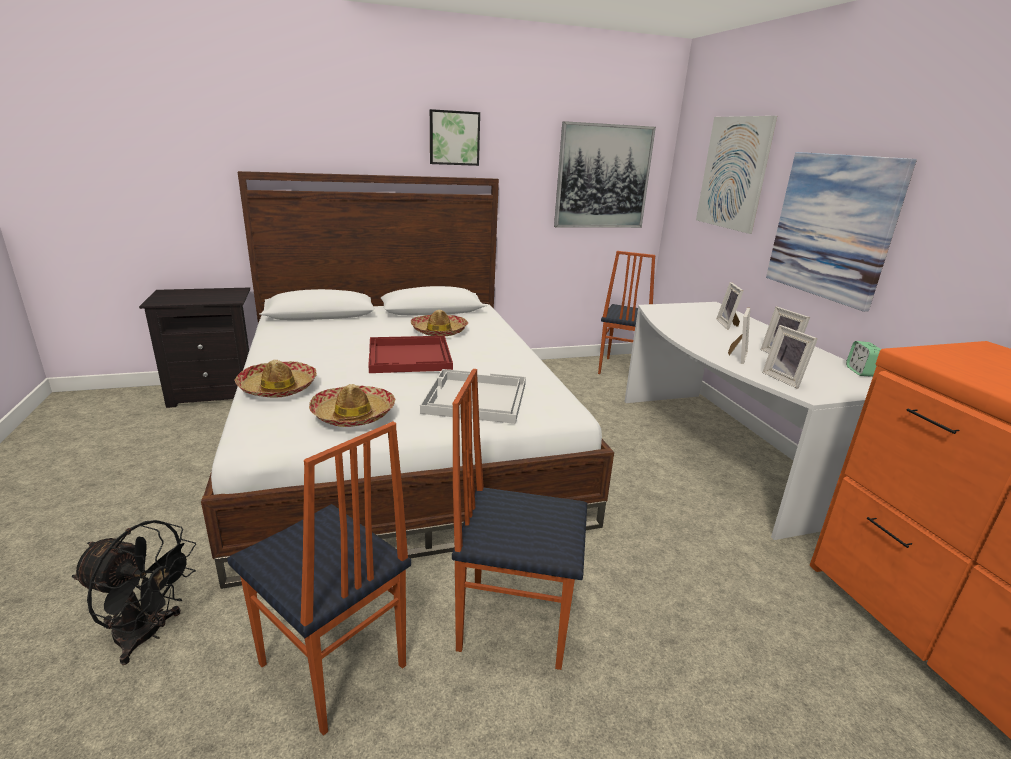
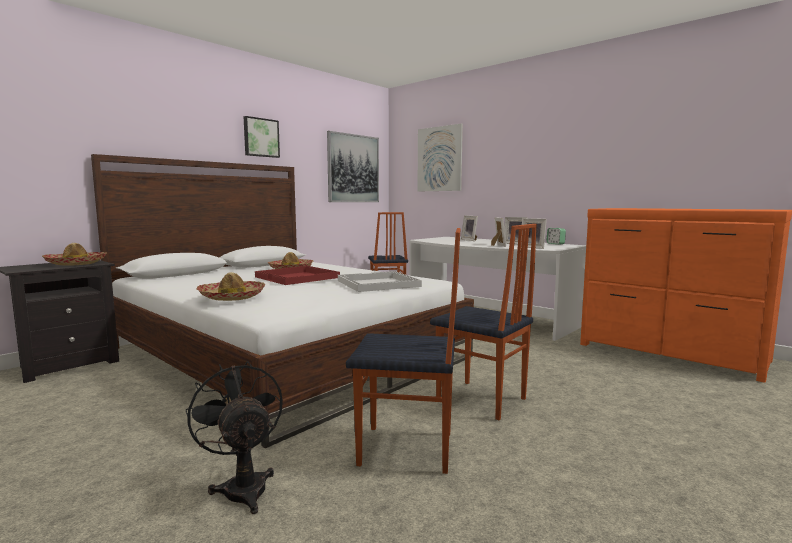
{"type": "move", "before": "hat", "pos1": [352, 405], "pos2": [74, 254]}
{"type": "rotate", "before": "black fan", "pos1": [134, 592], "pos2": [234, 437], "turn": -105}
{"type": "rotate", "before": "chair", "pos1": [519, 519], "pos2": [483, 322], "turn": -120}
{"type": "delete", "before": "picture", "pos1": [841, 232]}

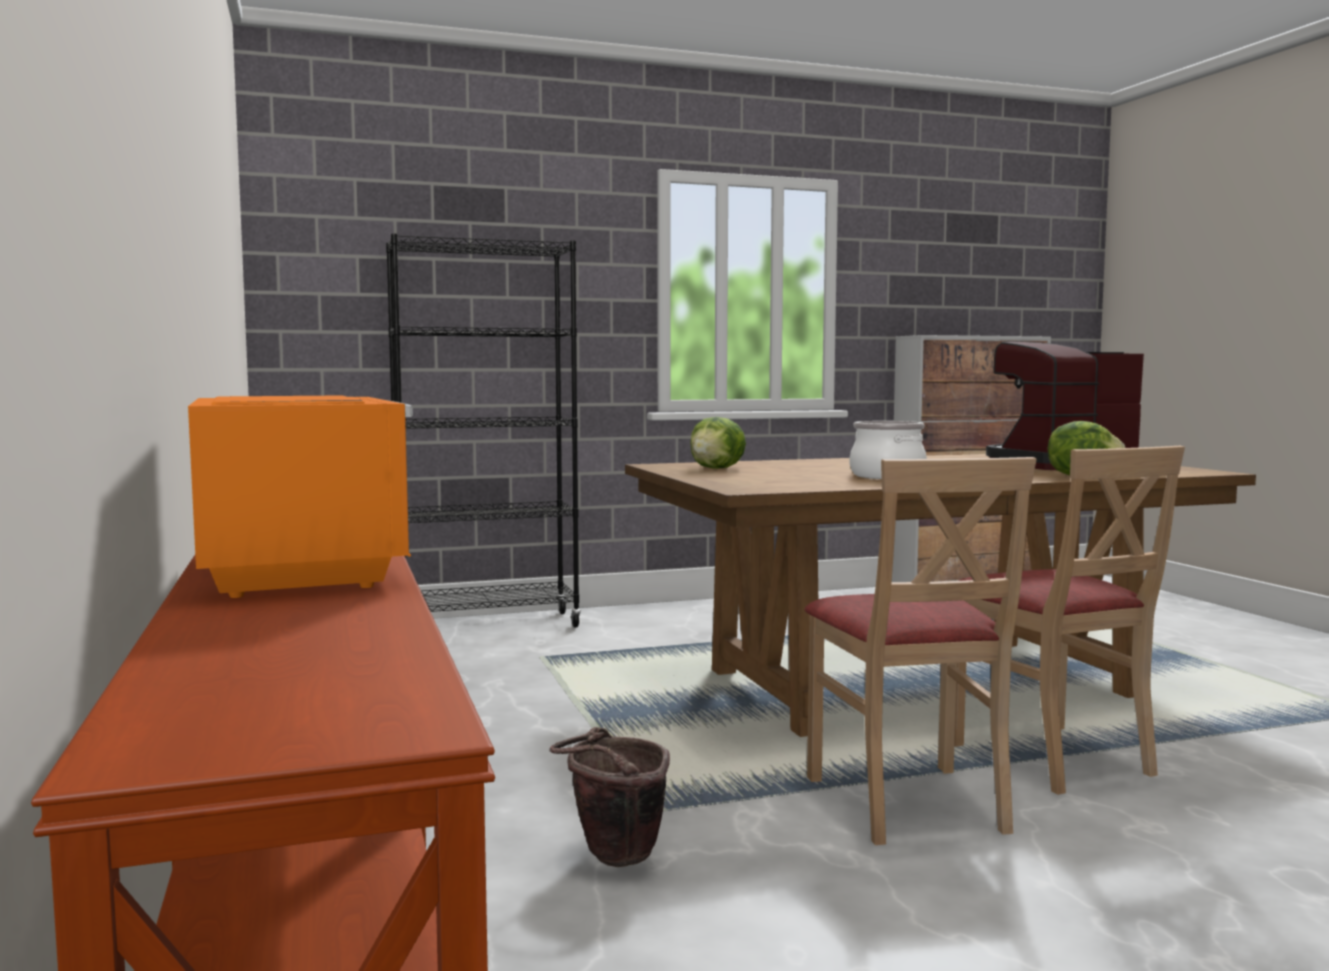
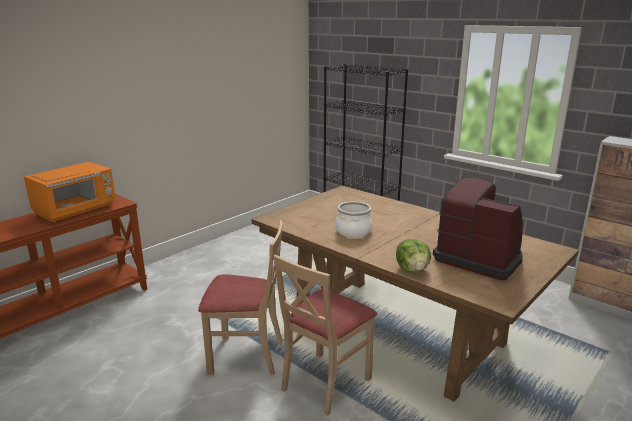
{"type": "rotate", "before": "beige chair", "pos1": [920, 651], "pos2": [240, 297], "turn": -135}
{"type": "delete", "before": "brown bucket", "pos1": [609, 797]}
{"type": "delete", "before": "lettuce", "pos1": [718, 443]}

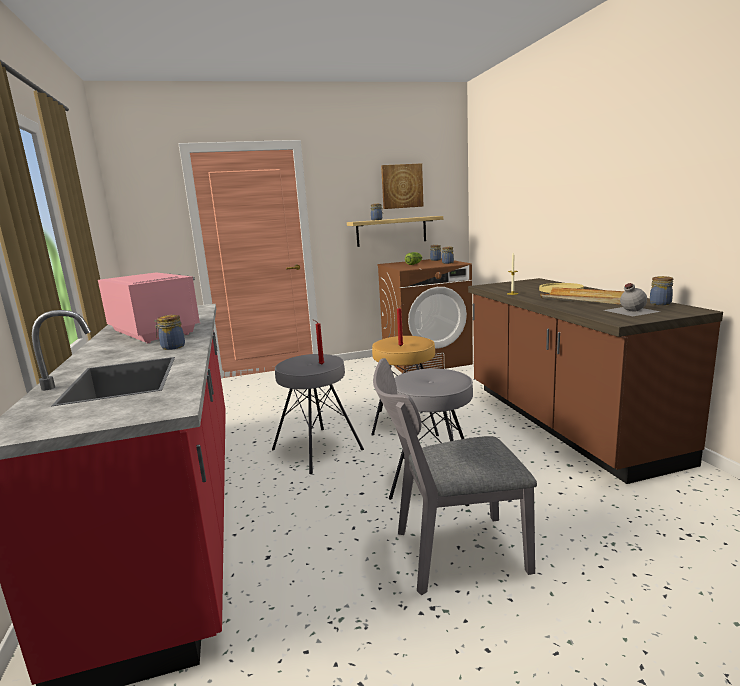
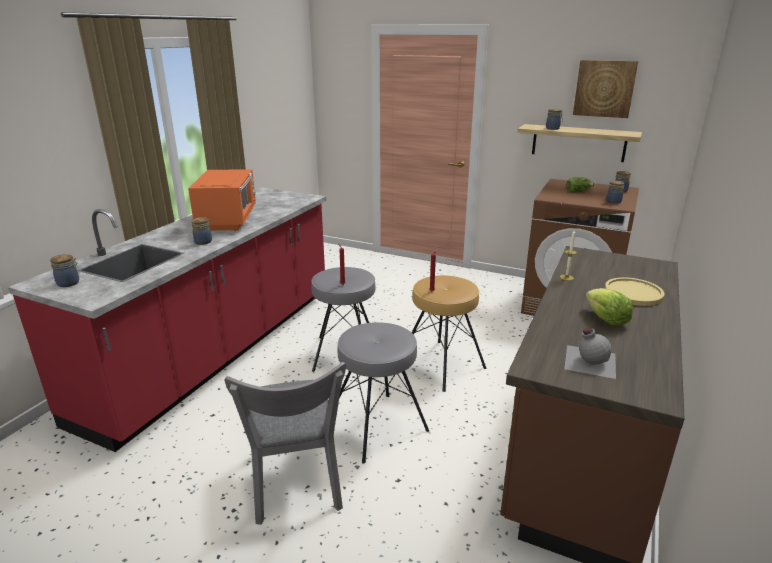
{"type": "move", "before": "jar", "pos1": [661, 290], "pos2": [65, 270]}
{"type": "recolor", "before": "pink microwave", "after": "orange microwave", "pos1": [149, 307], "pos2": [222, 200]}
{"type": "rotate", "before": "grey chair", "pos1": [455, 476], "pos2": [285, 443], "turn": -135}
{"type": "replace", "before": "beige tray", "after": "lettuce", "pos1": [582, 295], "pos2": [609, 307]}

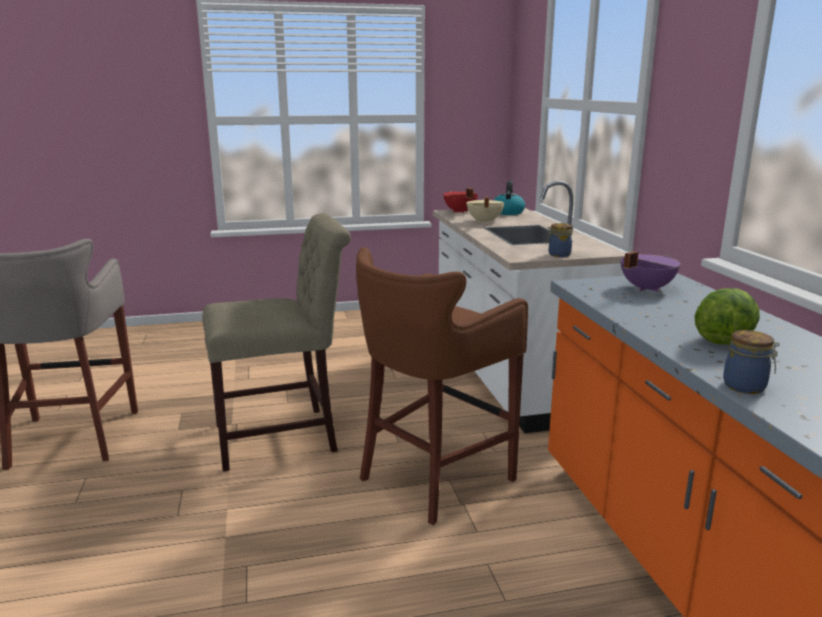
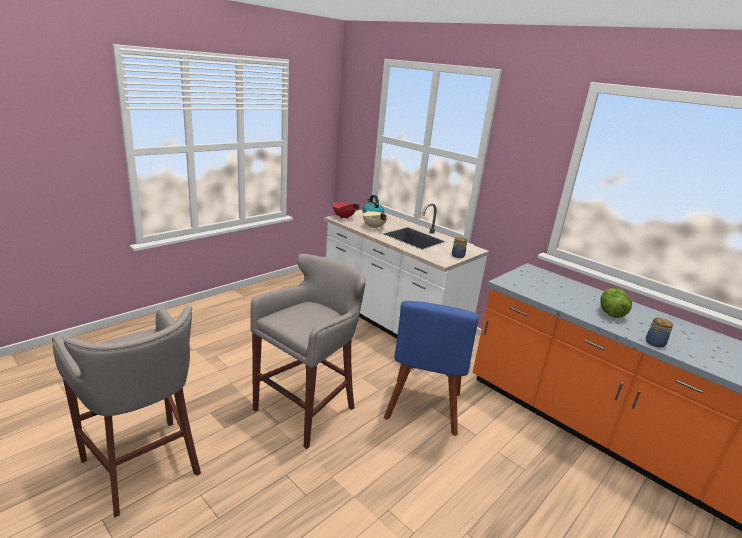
{"type": "replace", "before": "beige chair", "after": "grey stool", "pos1": [276, 342], "pos2": [308, 351]}
{"type": "replace", "before": "brown stool", "after": "blue chair", "pos1": [442, 386], "pos2": [431, 368]}
{"type": "delete", "before": "purple cooking pot", "pos1": [651, 271]}

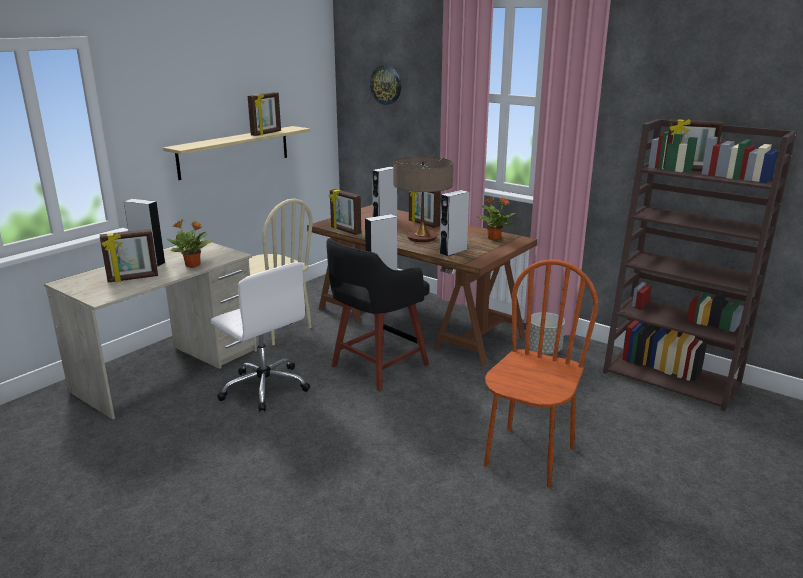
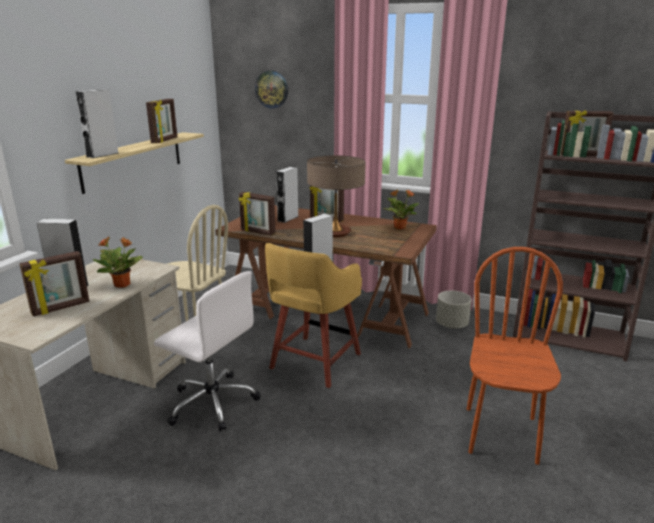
{"type": "move", "before": "grey speaker", "pos1": [454, 223], "pos2": [96, 123]}
{"type": "recolor", "before": "black stool", "after": "yellow stool", "pos1": [378, 314], "pos2": [313, 315]}

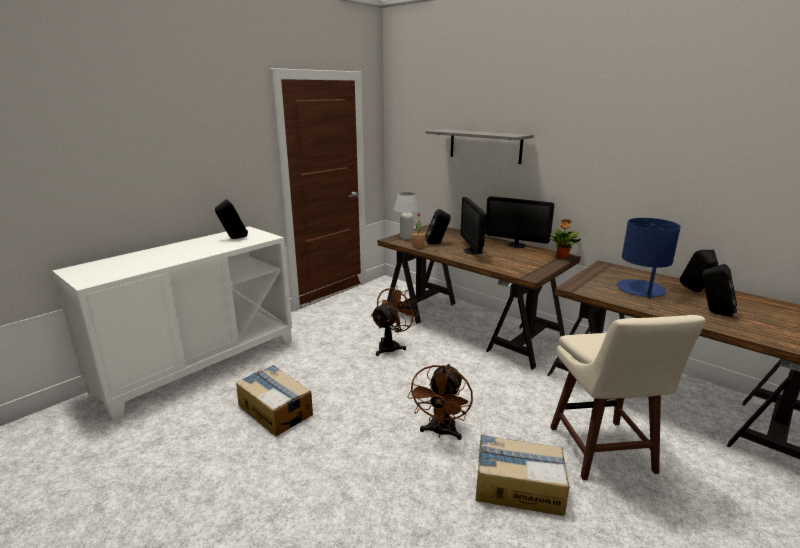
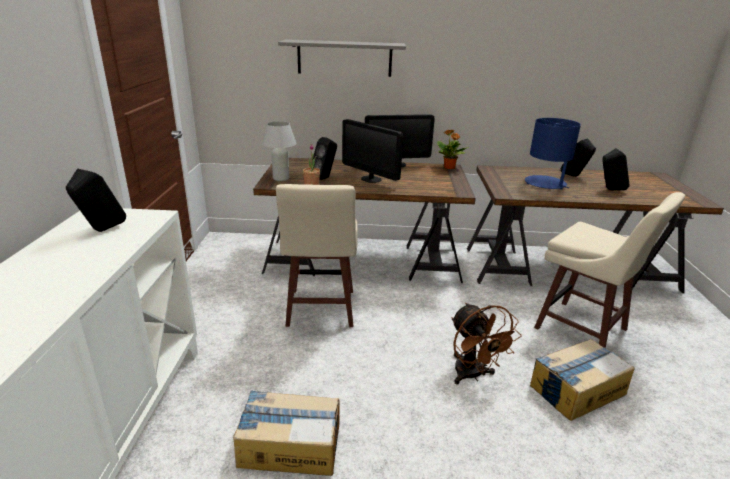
{"type": "replace", "before": "brown fan", "after": "beige stool", "pos1": [395, 321], "pos2": [317, 255]}

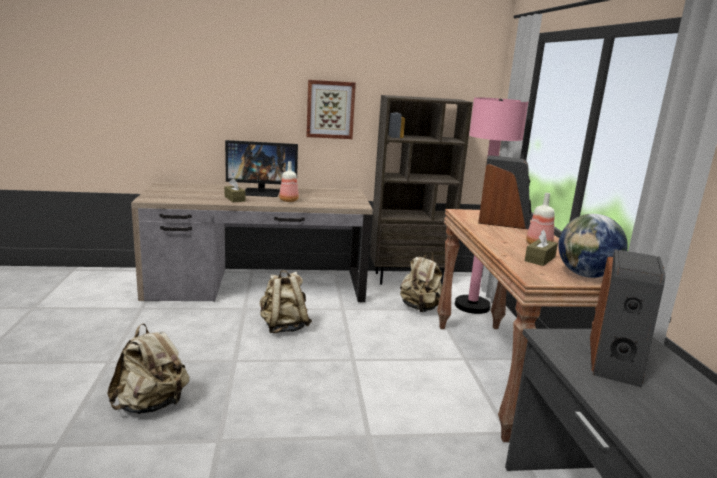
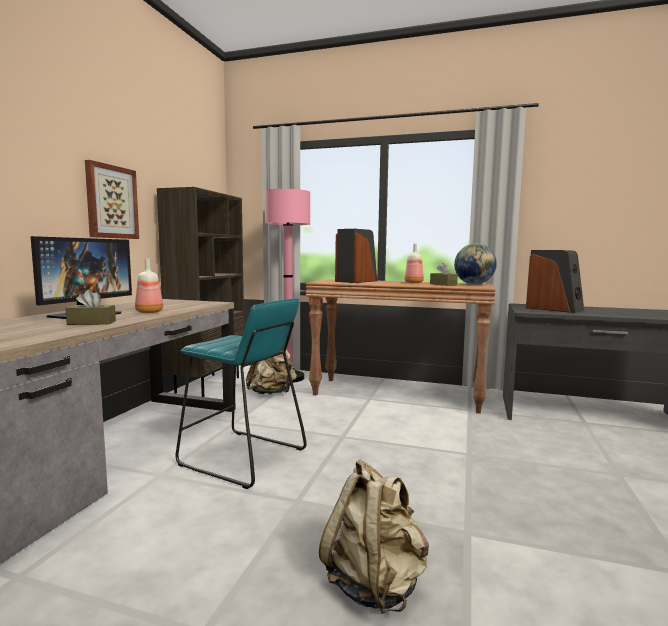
{"type": "replace", "before": "beige backpack", "after": "turquoise stool", "pos1": [286, 301], "pos2": [241, 393]}

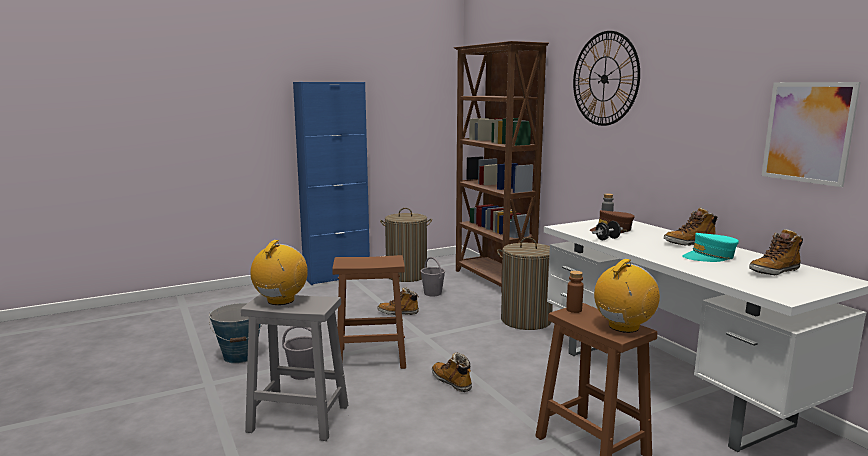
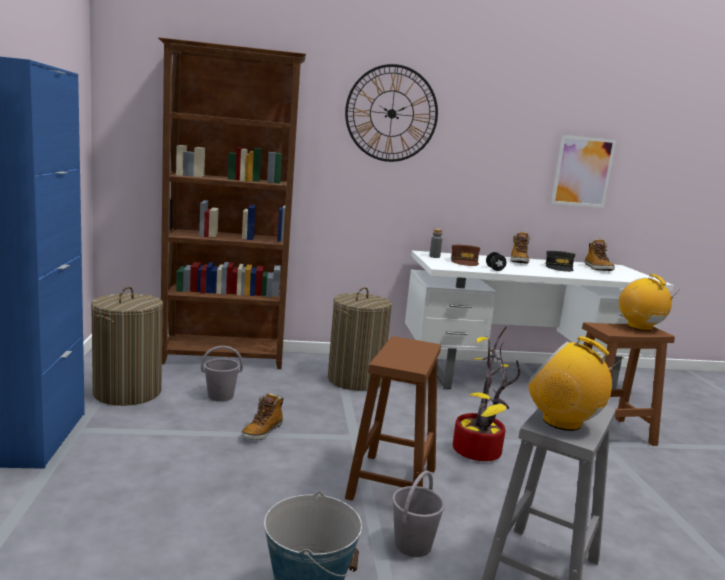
{"type": "replace", "before": "boot", "after": "potted plant", "pos1": [452, 372], "pos2": [487, 394]}
{"type": "recolor", "before": "turquoise cap", "after": "grey cap", "pos1": [710, 247], "pos2": [560, 261]}
{"type": "delete", "before": "brown bottle", "pos1": [575, 292]}

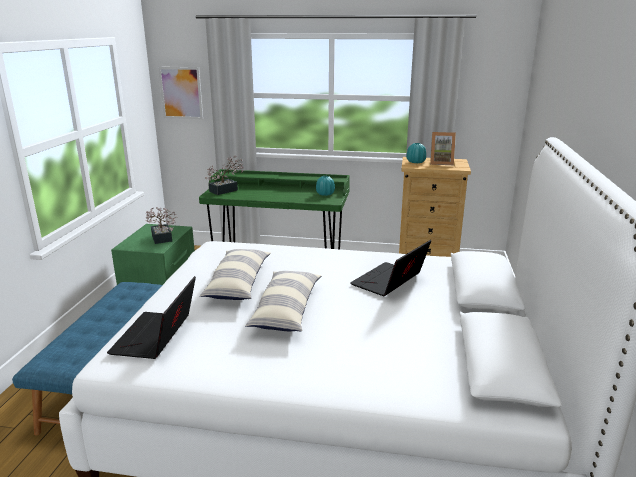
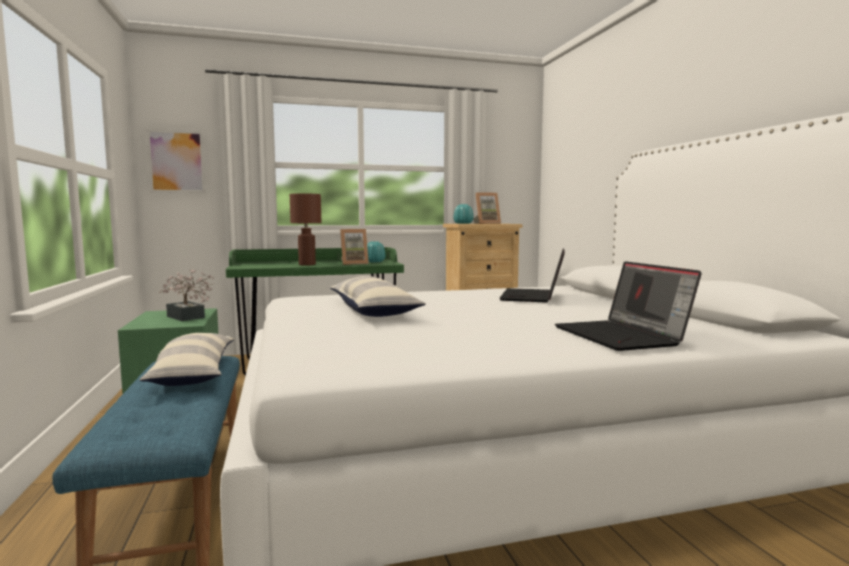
{"type": "move", "before": "pillow", "pos1": [283, 301], "pos2": [186, 359]}
{"type": "insert", "after": "brown table lamp", "pos2": [305, 229]}
{"type": "insert", "after": "picture frame", "pos2": [354, 247]}
{"type": "move", "before": "laptop", "pos1": [151, 317], "pos2": [628, 306]}
{"type": "delete", "before": "potted plant", "pos1": [224, 175]}

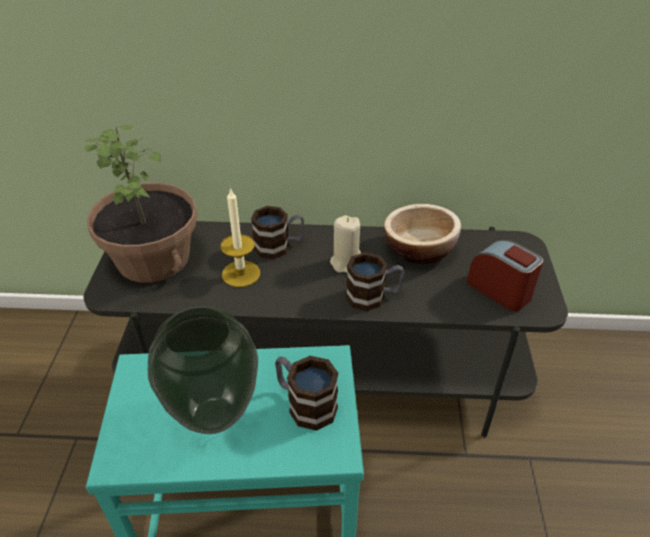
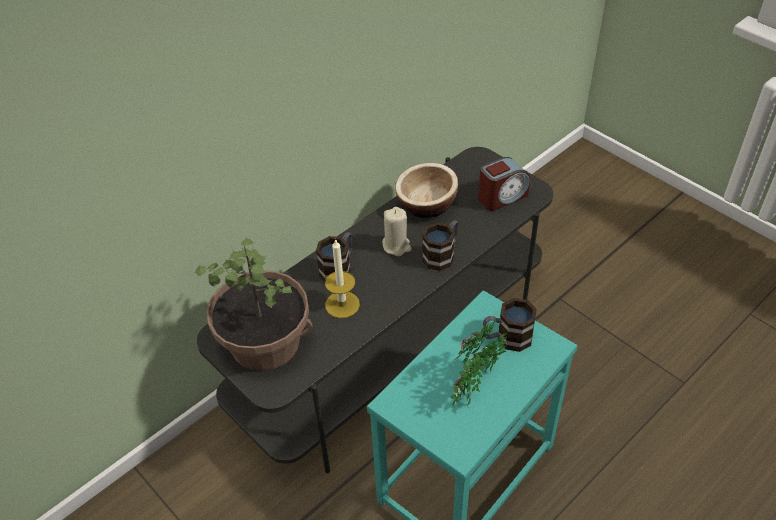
{"type": "replace", "before": "vase", "after": "potted plant", "pos1": [203, 370], "pos2": [479, 366]}
{"type": "rotate", "before": "alarm clock", "pos1": [505, 275], "pos2": [504, 184], "turn": 150}

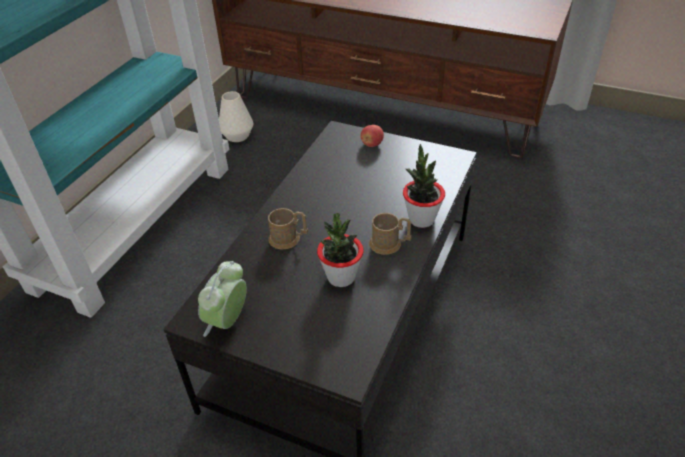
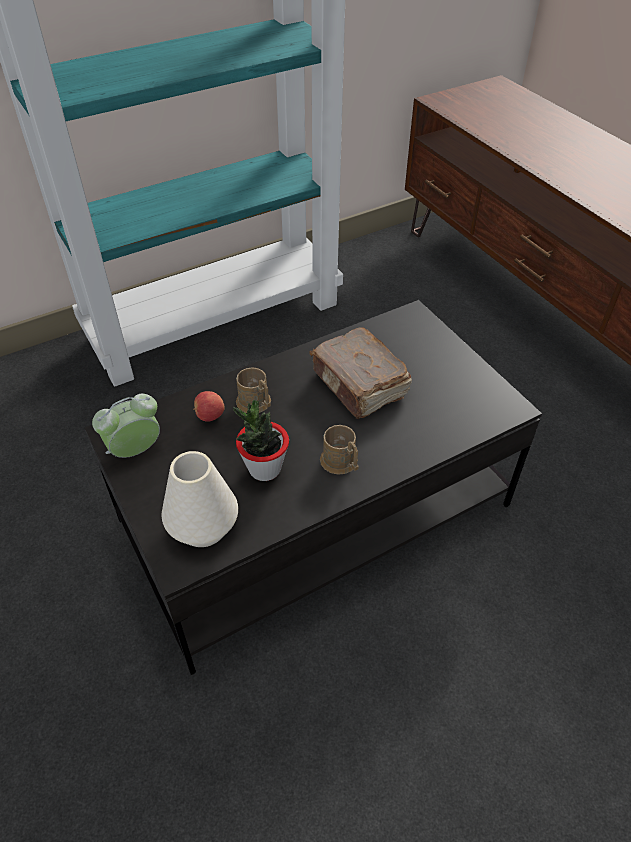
{"type": "move", "before": "white vase", "pos1": [236, 116], "pos2": [200, 499]}
{"type": "move", "before": "apple", "pos1": [372, 136], "pos2": [209, 406]}
{"type": "insert", "after": "brown book", "pos2": [361, 373]}
{"type": "delete", "before": "potted plant", "pos1": [424, 186]}

